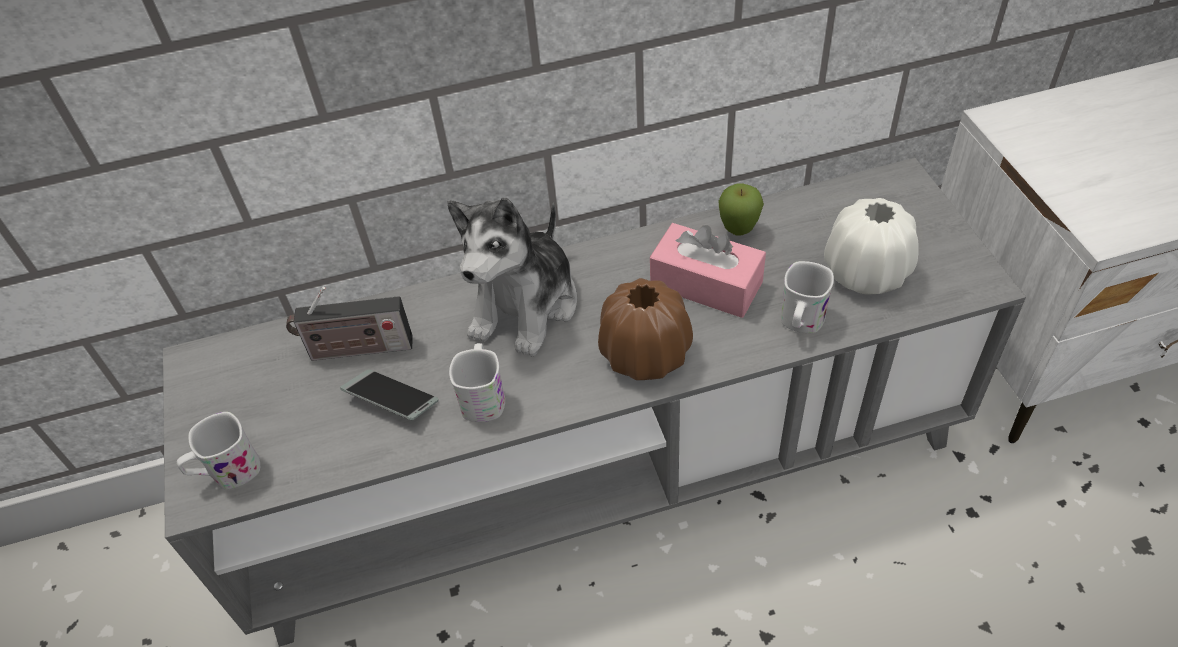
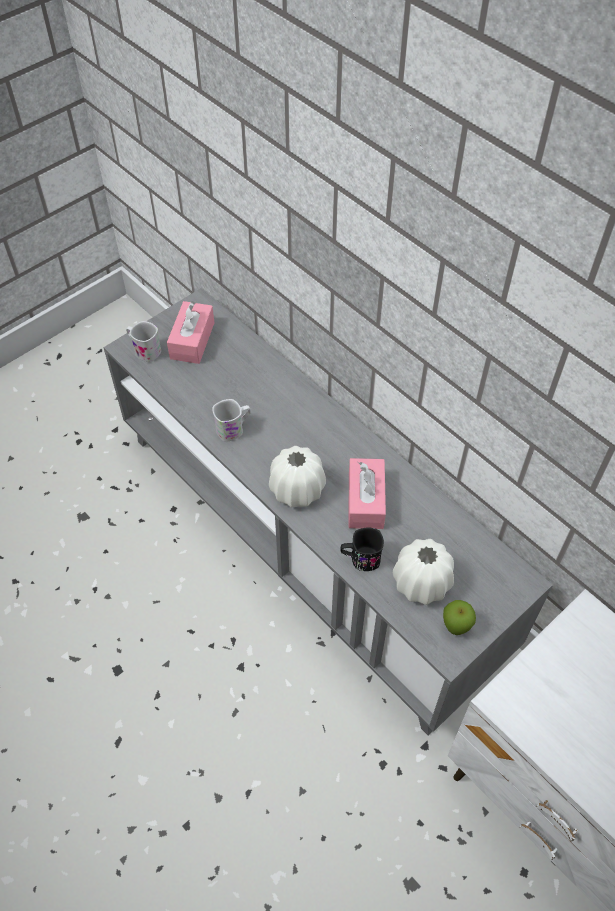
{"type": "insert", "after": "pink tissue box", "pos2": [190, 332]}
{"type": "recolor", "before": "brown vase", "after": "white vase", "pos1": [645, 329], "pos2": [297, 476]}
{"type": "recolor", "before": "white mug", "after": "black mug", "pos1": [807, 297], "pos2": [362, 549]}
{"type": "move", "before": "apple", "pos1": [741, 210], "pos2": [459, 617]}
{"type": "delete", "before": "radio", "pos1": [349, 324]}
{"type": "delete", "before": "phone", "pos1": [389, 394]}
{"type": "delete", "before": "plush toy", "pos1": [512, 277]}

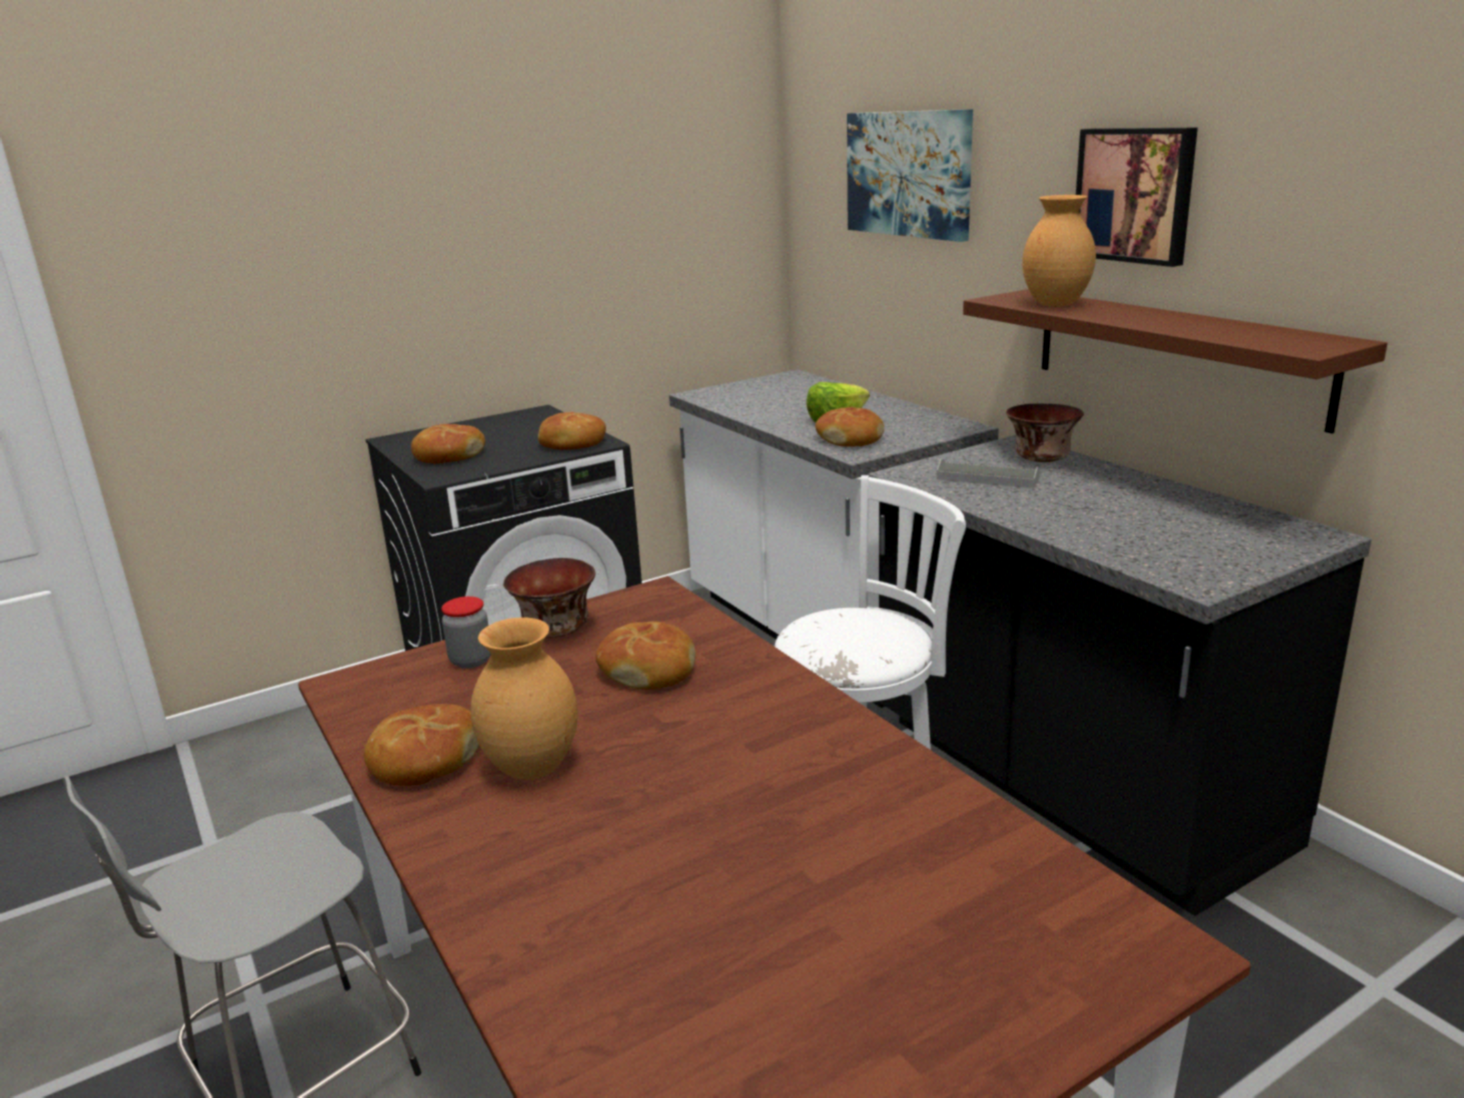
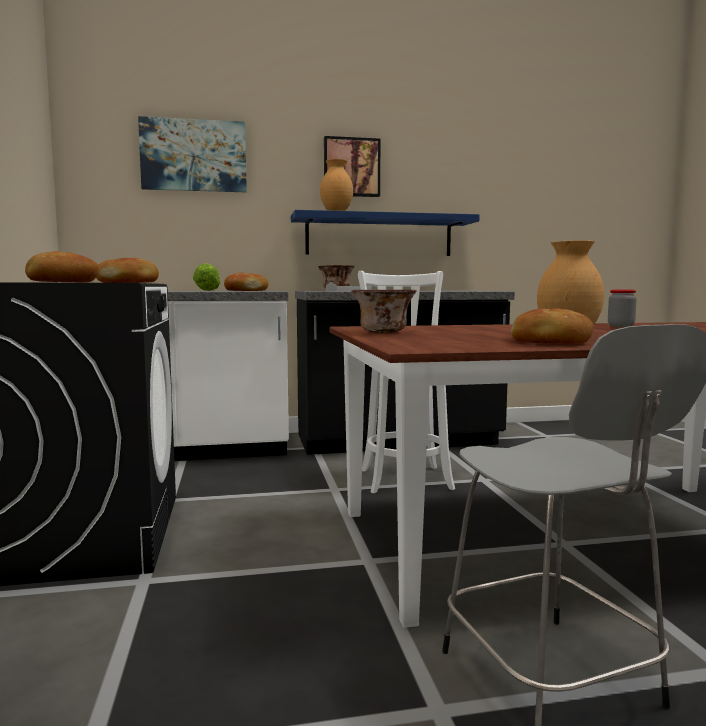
{"type": "recolor", "before": "brown shelf", "after": "blue shelf", "pos1": [1175, 361], "pos2": [385, 233]}
{"type": "move", "before": "jar", "pos1": [466, 632], "pos2": [622, 308]}
{"type": "delete", "before": "bread", "pos1": [646, 655]}

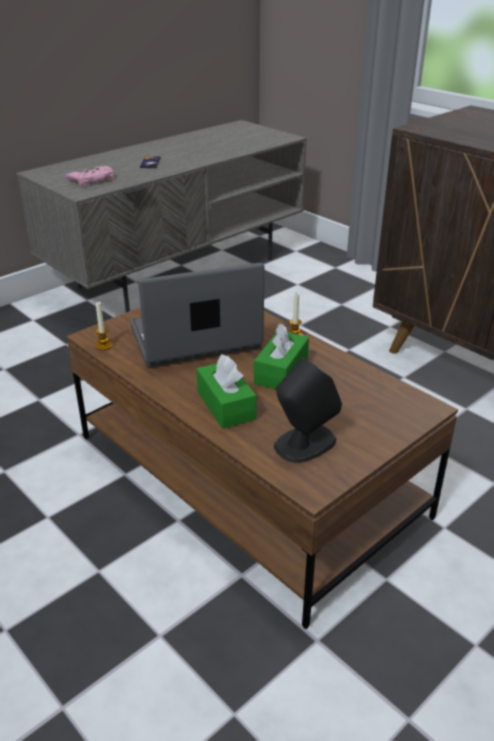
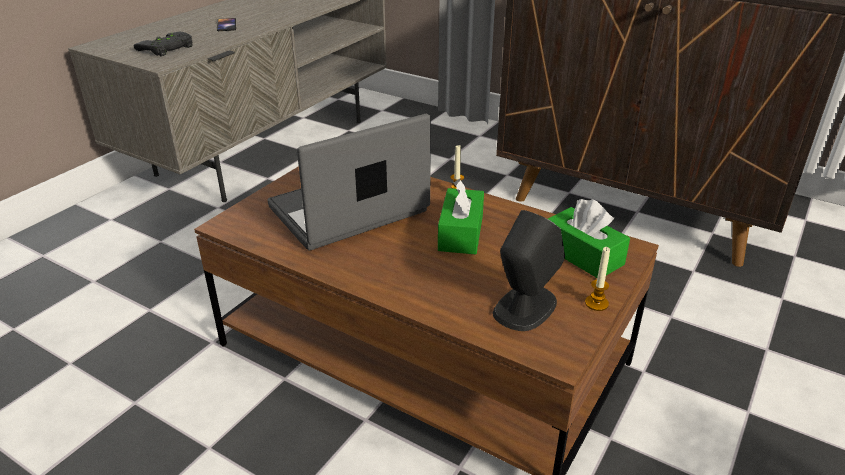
{"type": "recolor", "before": "pink game controller", "after": "black game controller", "pos1": [90, 176], "pos2": [163, 44]}
{"type": "move", "before": "green tissue box", "pos1": [226, 391], "pos2": [589, 238]}
{"type": "move", "before": "candle", "pos1": [103, 326], "pos2": [597, 279]}

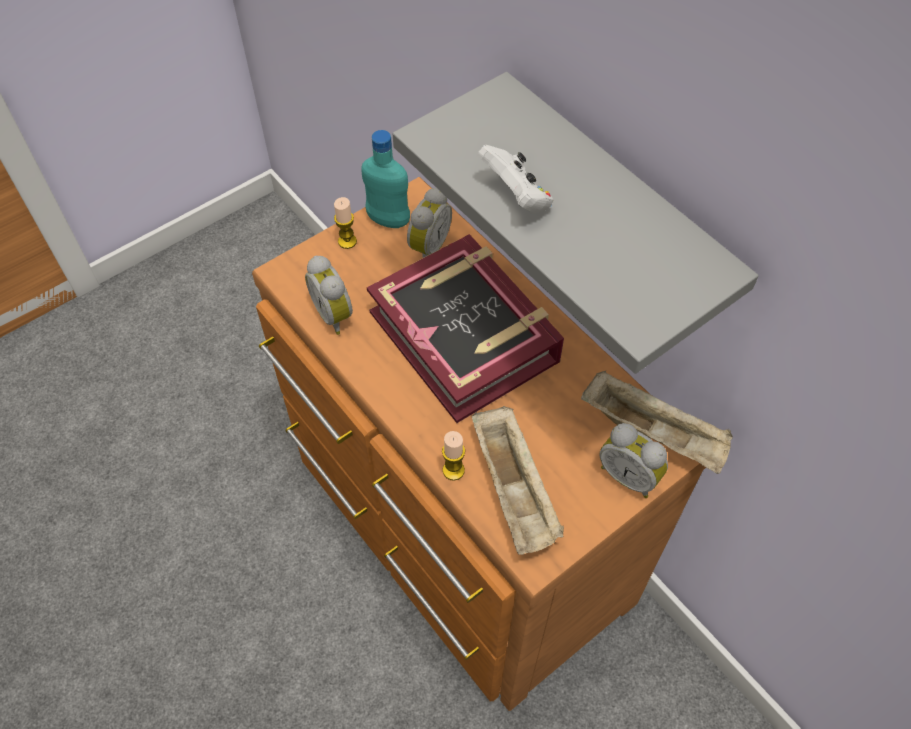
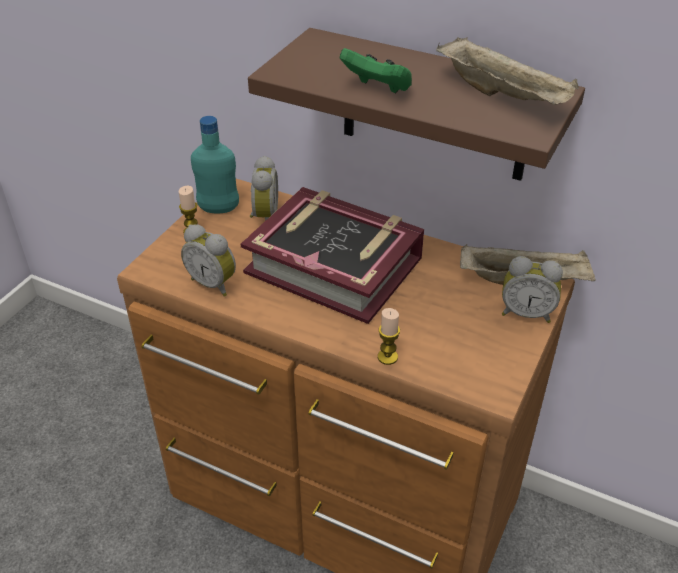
{"type": "recolor", "before": "grey shelf", "after": "brown shelf", "pos1": [576, 223], "pos2": [416, 104]}
{"type": "recolor", "before": "white game controller", "after": "green game controller", "pos1": [515, 179], "pos2": [375, 70]}
{"type": "move", "before": "beige tray", "pos1": [518, 480], "pos2": [507, 71]}

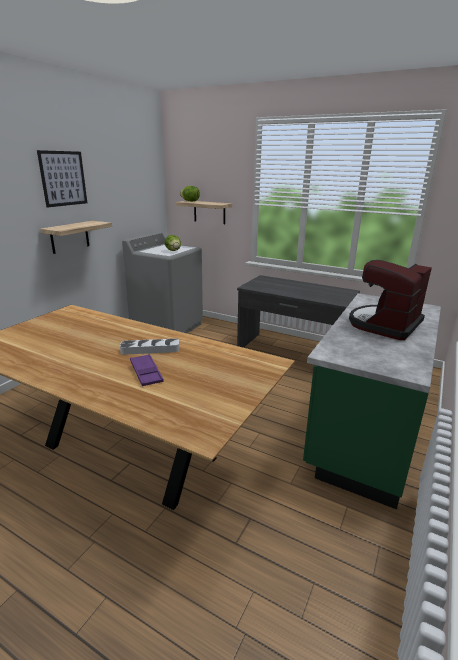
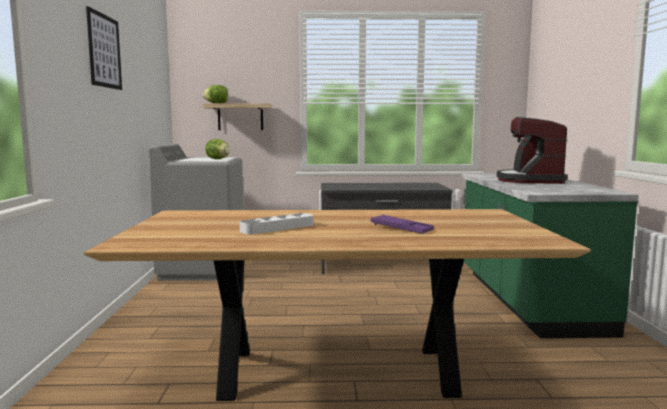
{"type": "move", "before": "white tray", "pos1": [149, 347], "pos2": [276, 224]}
{"type": "delete", "before": "shelf", "pos1": [76, 237]}

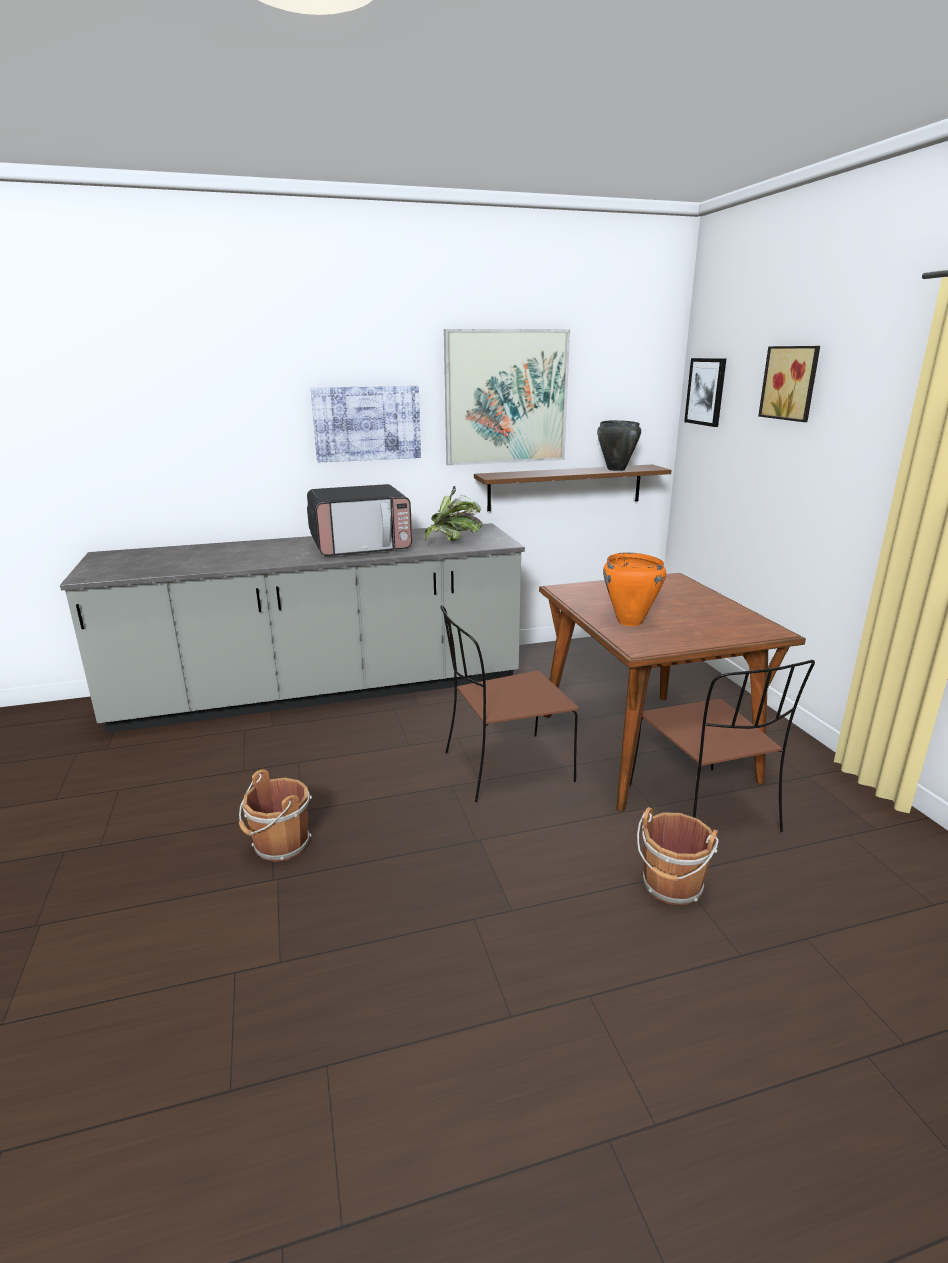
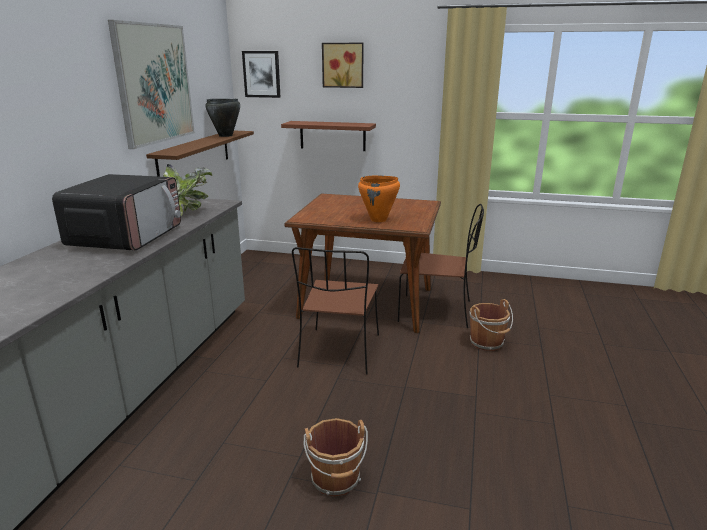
{"type": "insert", "after": "brown shelf", "pos2": [328, 136]}
{"type": "delete", "before": "picture", "pos1": [366, 424]}

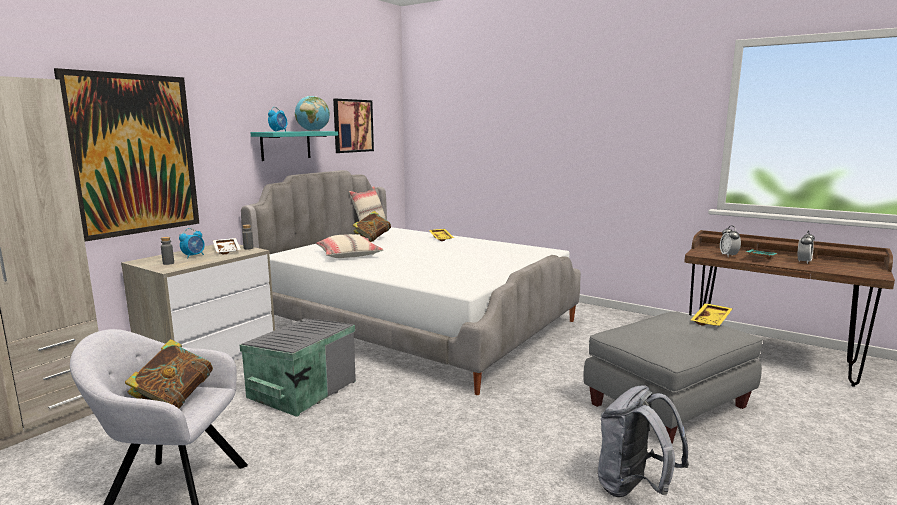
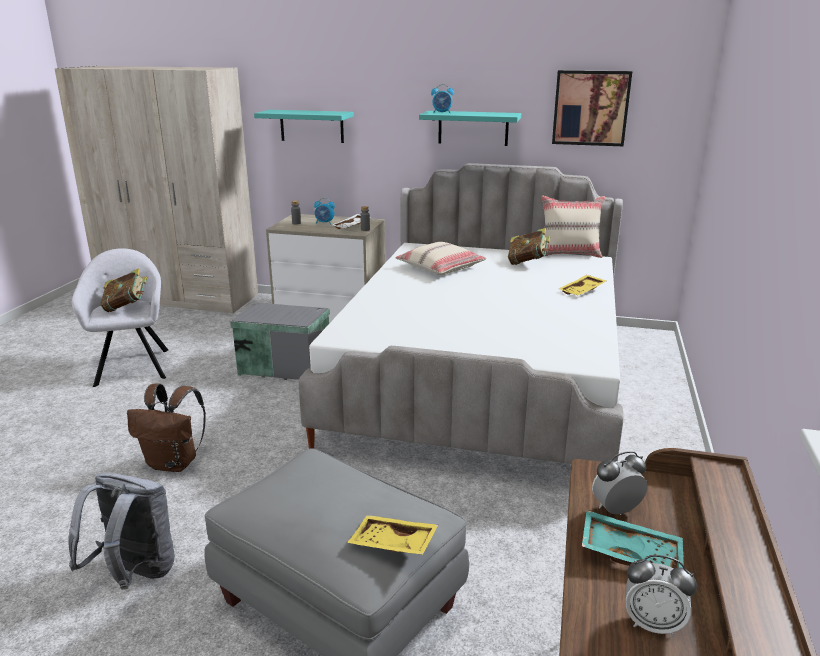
{"type": "insert", "after": "brown backpack", "pos2": [166, 427]}
{"type": "replace", "before": "picture", "after": "turquoise shelf", "pos1": [126, 155], "pos2": [304, 126]}
{"type": "delete", "before": "globe", "pos1": [312, 113]}

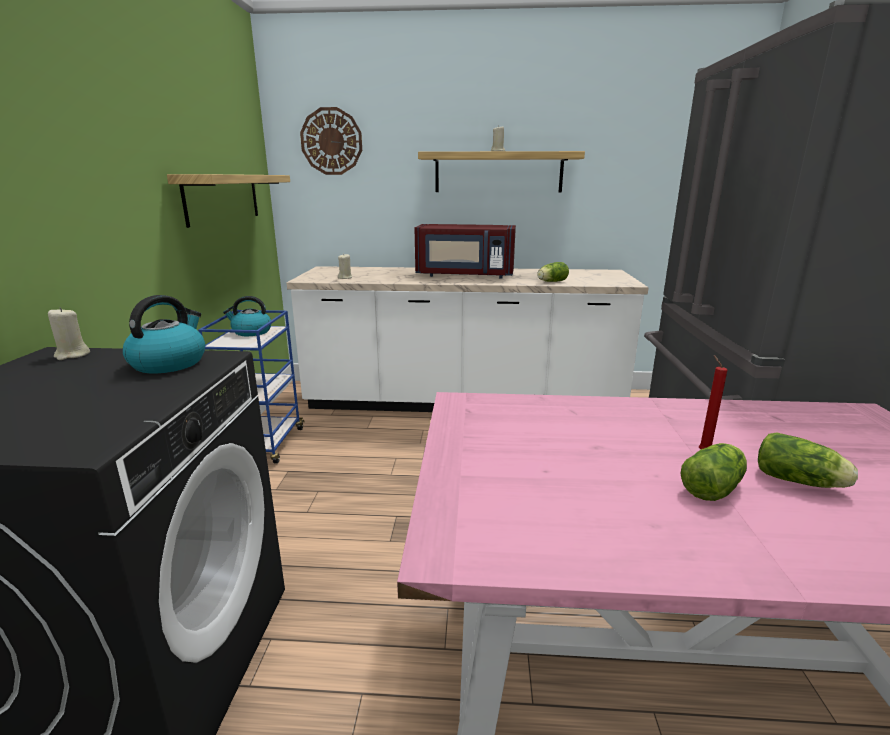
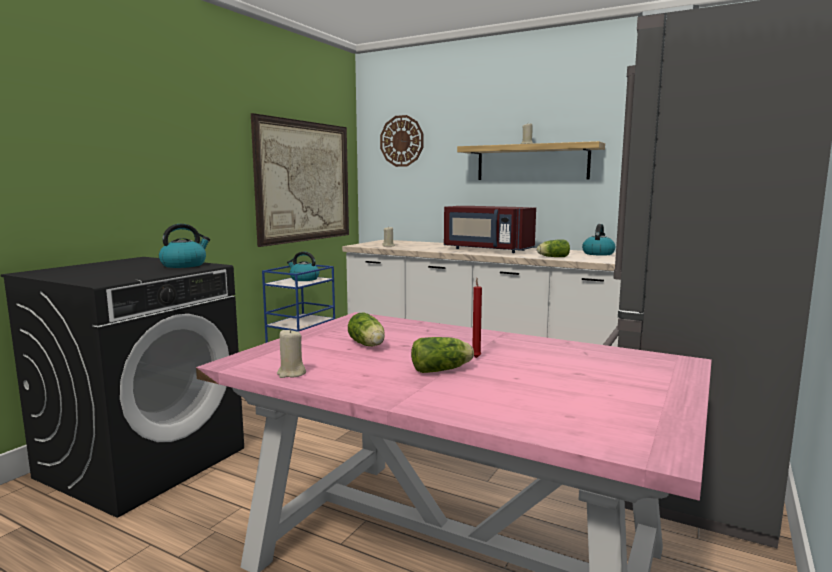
{"type": "replace", "before": "shelf", "after": "picture", "pos1": [228, 201], "pos2": [300, 180]}
{"type": "move", "before": "beige candle", "pos1": [69, 333], "pos2": [291, 353]}
{"type": "move", "before": "lettuce", "pos1": [808, 460], "pos2": [366, 329]}
{"type": "insert", "after": "kettle", "pos2": [598, 240]}

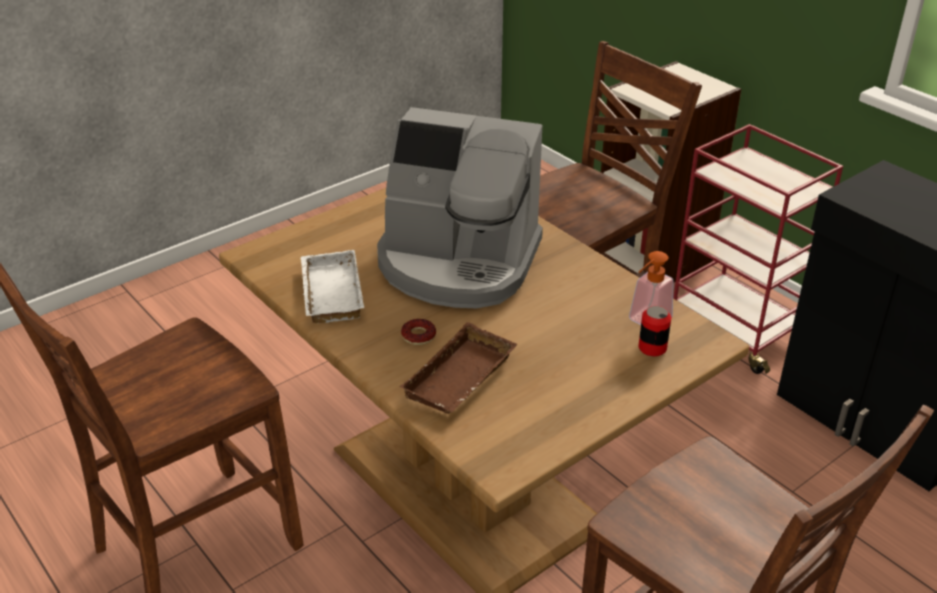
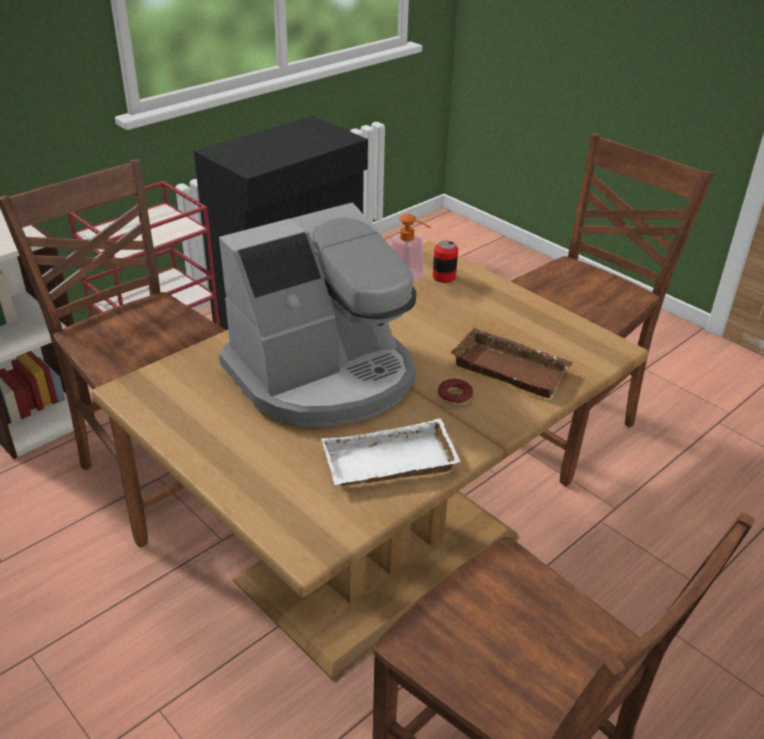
{"type": "rotate", "before": "coffee machine", "pos1": [460, 207], "pos2": [318, 314], "turn": 45}

